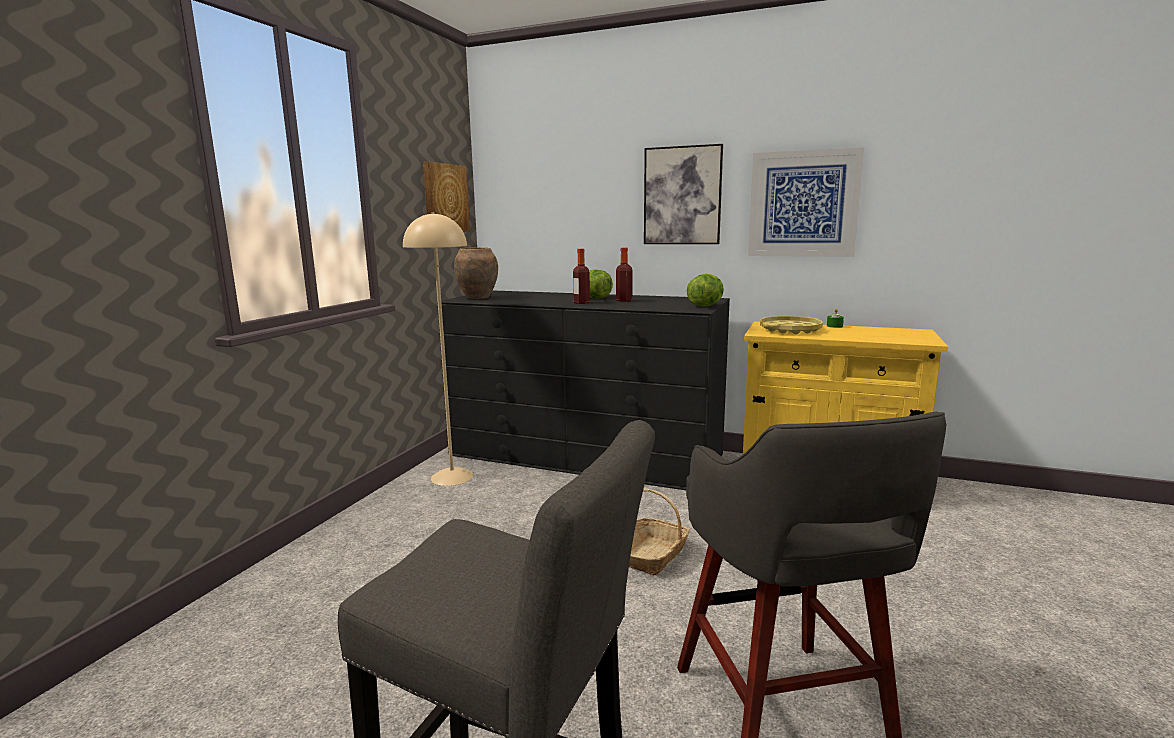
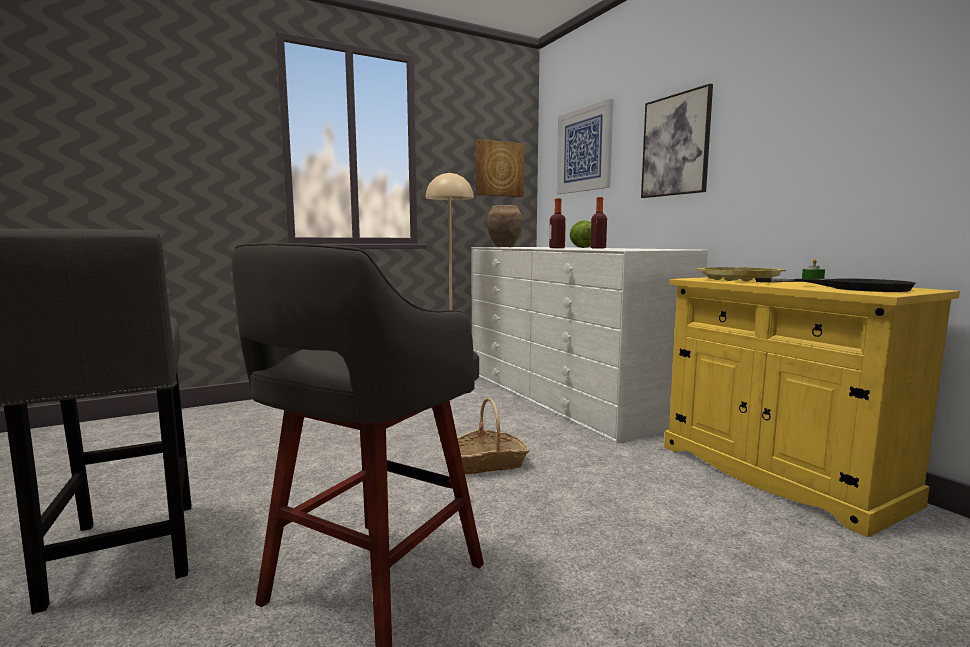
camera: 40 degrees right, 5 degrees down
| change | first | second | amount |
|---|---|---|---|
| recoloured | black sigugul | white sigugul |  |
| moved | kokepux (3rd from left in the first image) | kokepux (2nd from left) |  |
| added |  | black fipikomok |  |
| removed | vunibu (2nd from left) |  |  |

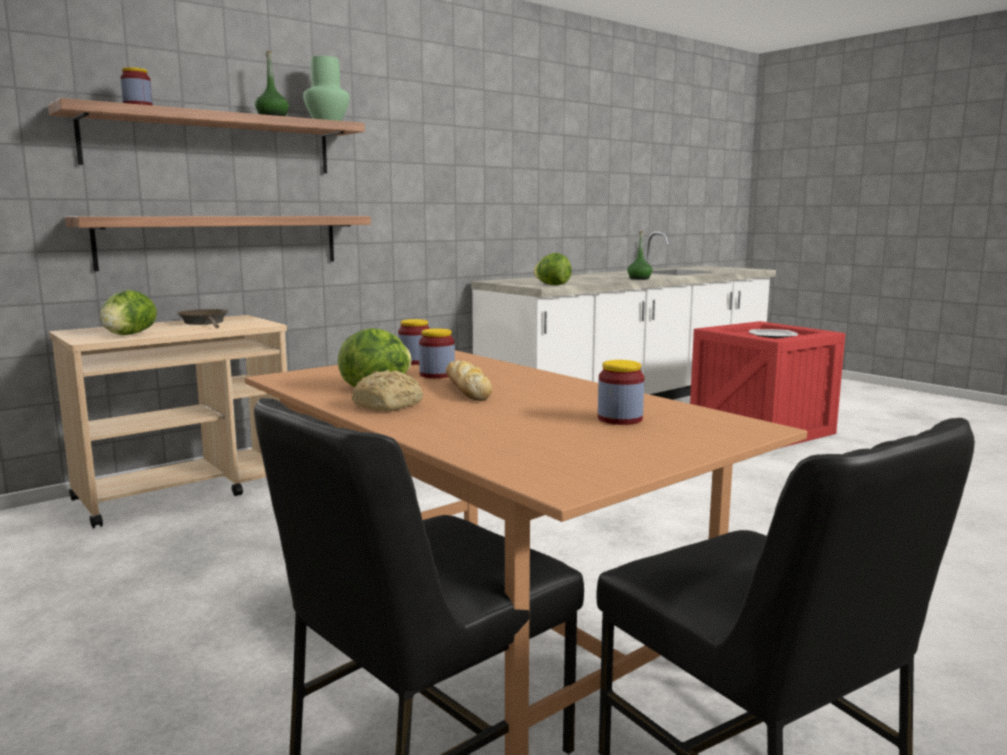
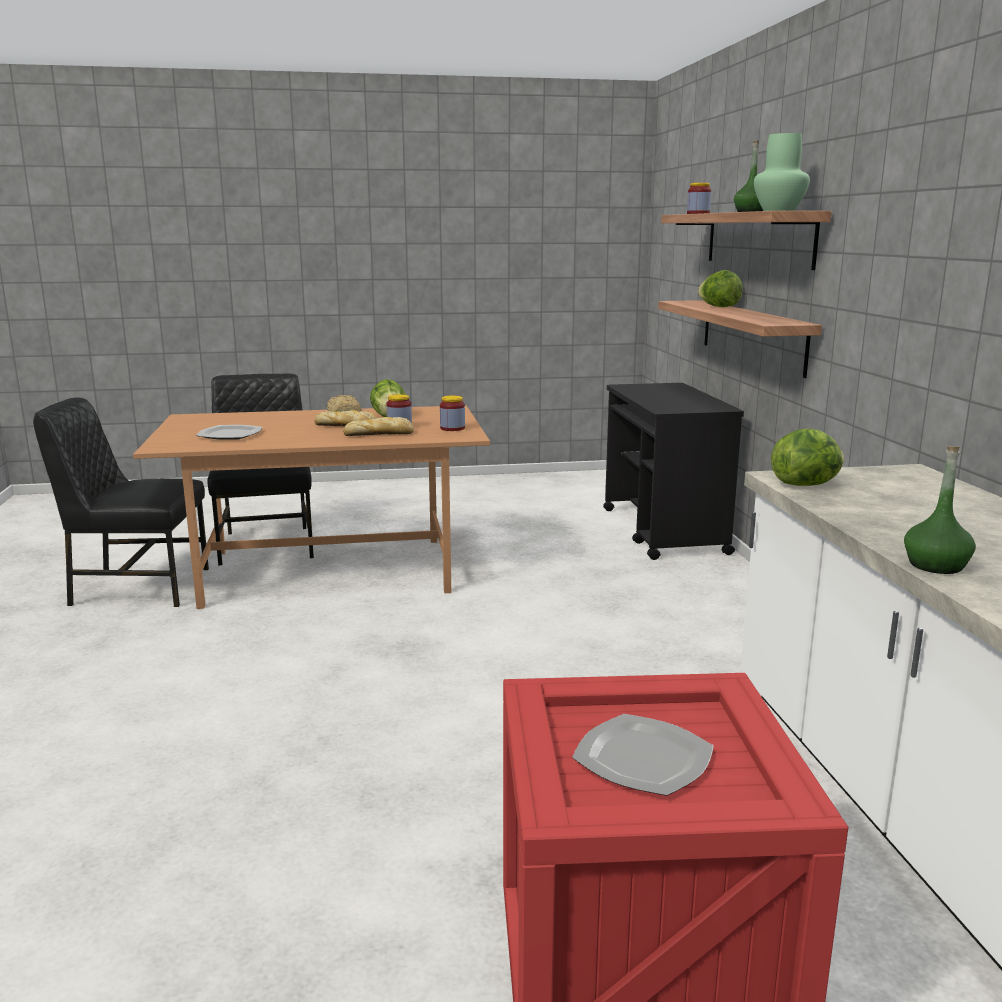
camera: 120 degrees right, 5 degrees up
| change | first | second | amount |
|---|---|---|---|
| replaced | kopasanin (4th from left) | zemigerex (1st from left) |  |
| added |  | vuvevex (3rd from left) |  |
| recoloured | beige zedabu | black zedabu |  |
| moved | vunibu (1st from left in the first image) | vunibu (2nd from left) |  |
| removed | brown fipikomok |  |  |

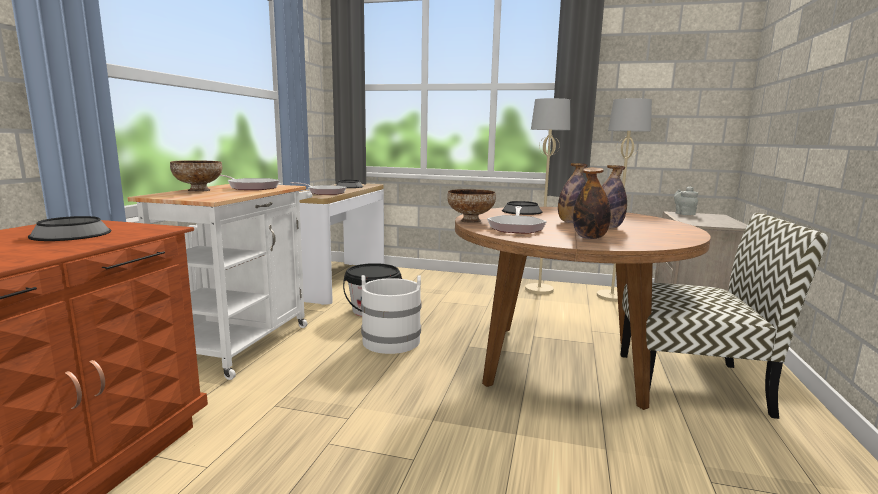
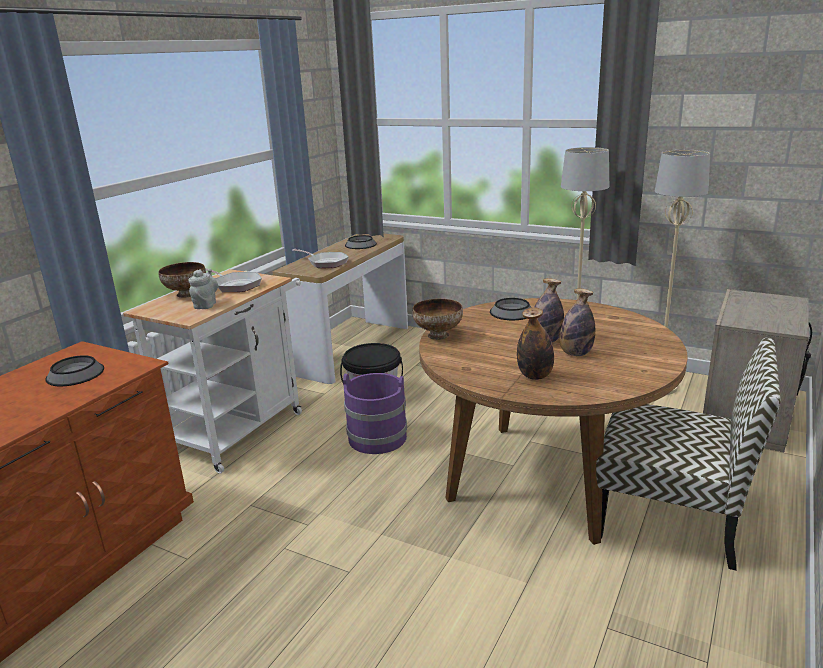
camera: 15 degrees right, 10 degrees up
| change | first | second | amount |
|---|---|---|---|
| moved | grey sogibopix |  |  |
| recoloured | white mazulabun | purple mazulabun |  |
| removed | fipikomok (3rd from left) |  |  |

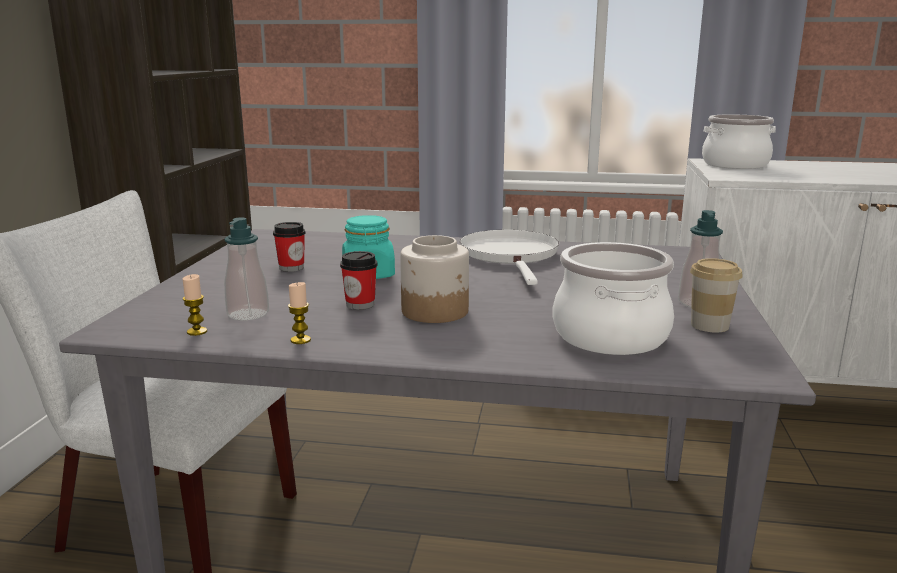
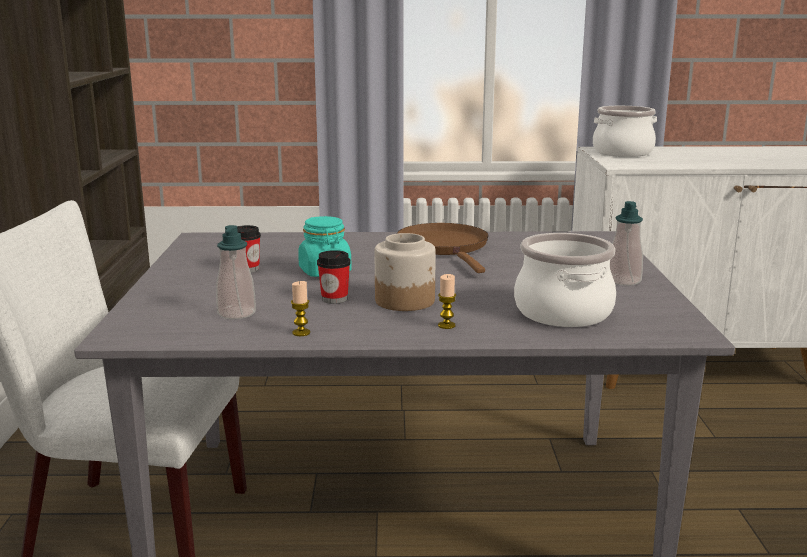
camera: 10 degrees left, 0 degrees up
| change | first | second | amount |
|---|---|---|---|
| recoloured | white fipikomok | brown fipikomok |  |
| moved | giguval (1st from left in the first image) | giguval (2nd from left) |  |
| removed | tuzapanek (3rd from left) |  |  |

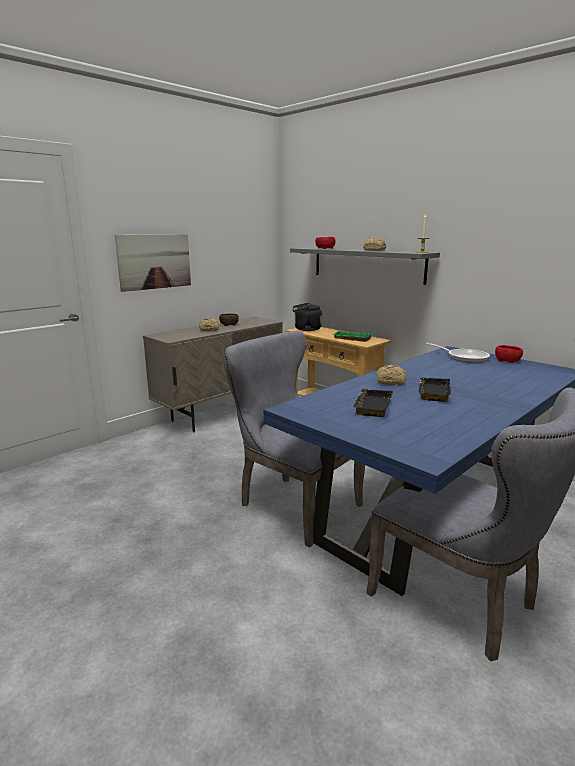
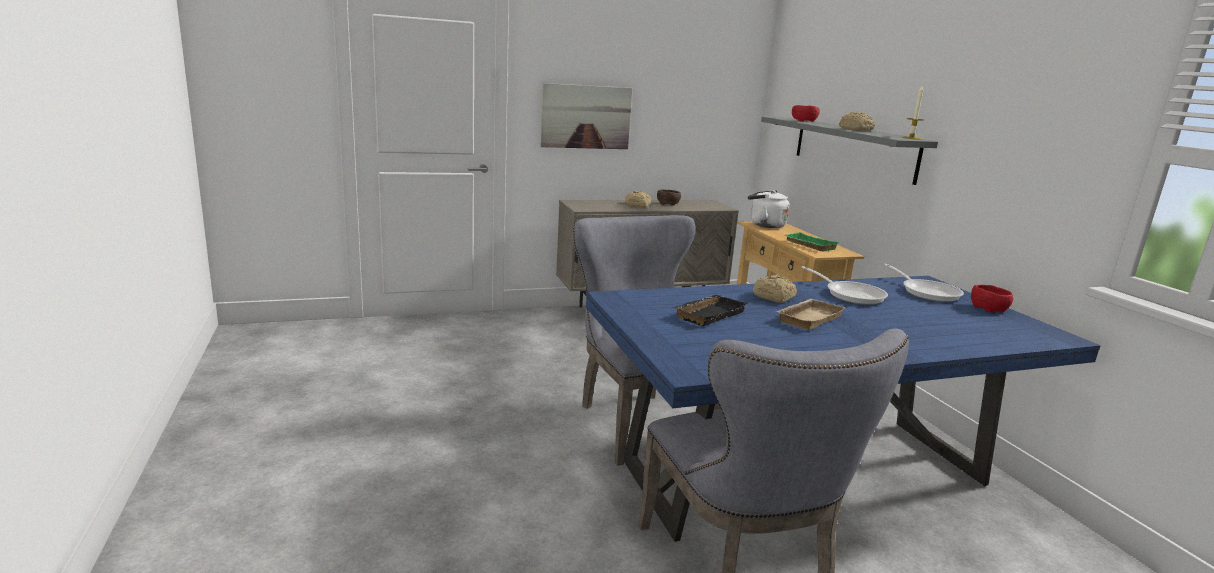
camera: 25 degrees right, 0 degrees up
| change | first | second | amount |
|---|---|---|---|
| recoloured | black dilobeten | white dilobeten |  |
| recoloured | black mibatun (2nd from left) | beige mibatun |  |
| added |  | fipikomok (1st from left) |  |

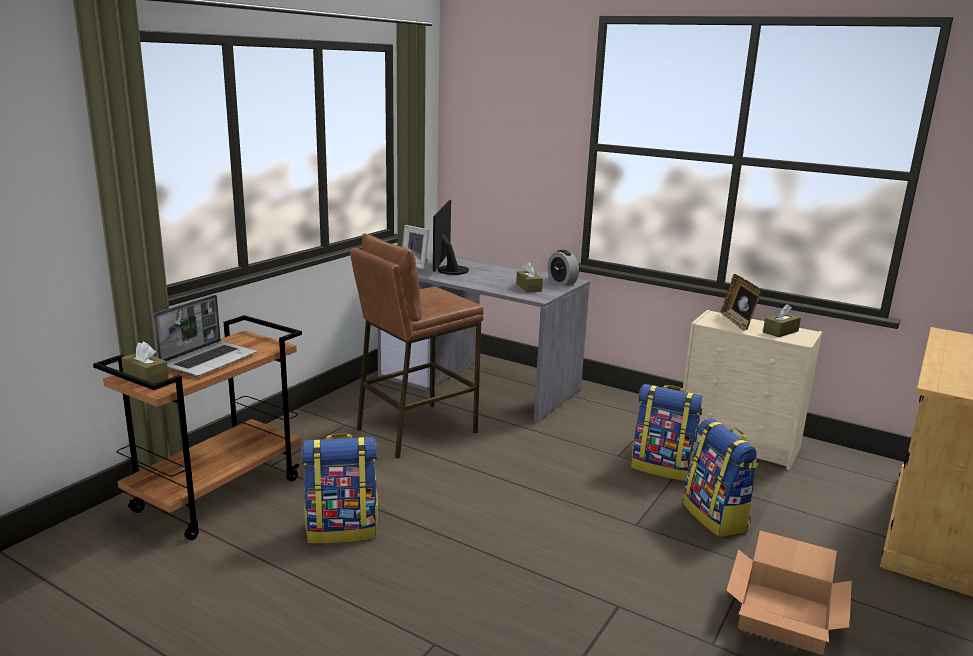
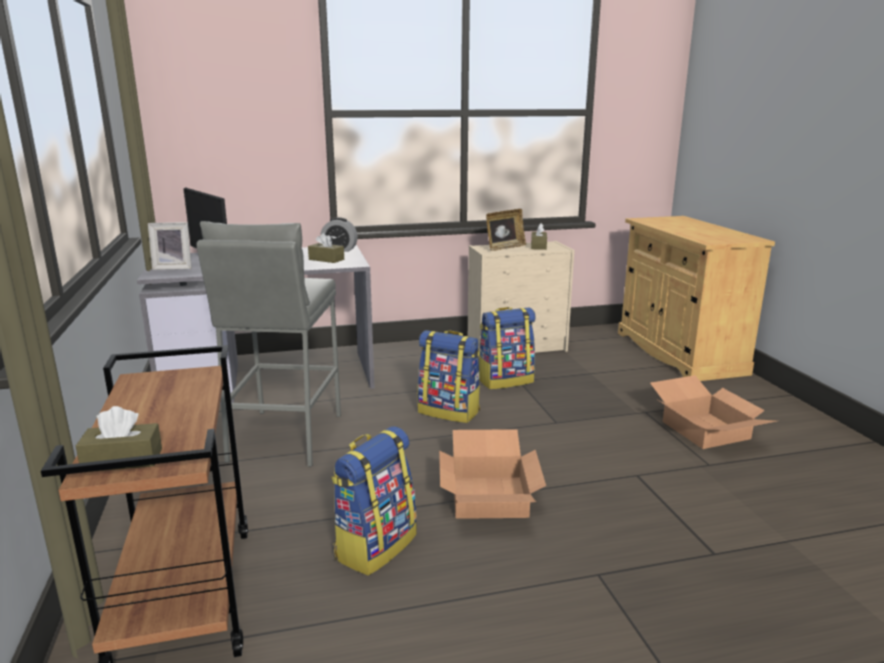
camera: 45 degrees left, 0 degrees up
| change | first | second | amount |
|---|---|---|---|
| recoloured | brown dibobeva | grey dibobeva |  |
| moved | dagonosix (3rd from left in the first image) | dagonosix (2nd from left) |  |
| added |  | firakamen (1st from left) |  |
| turned | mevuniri (2nd from left) |  | 75 degrees counterclockwise |
| removed | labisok |  |  |

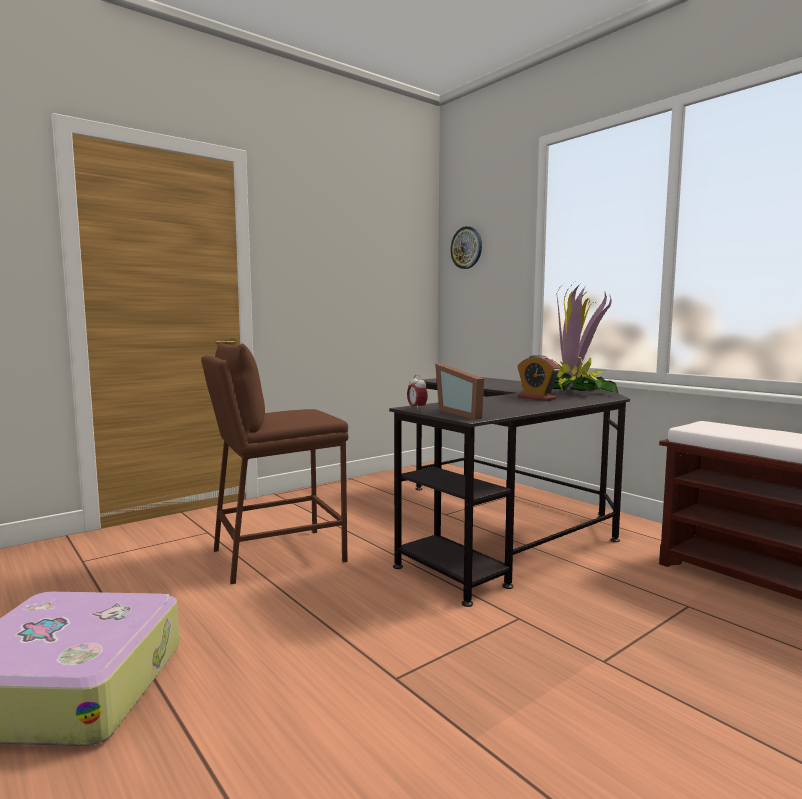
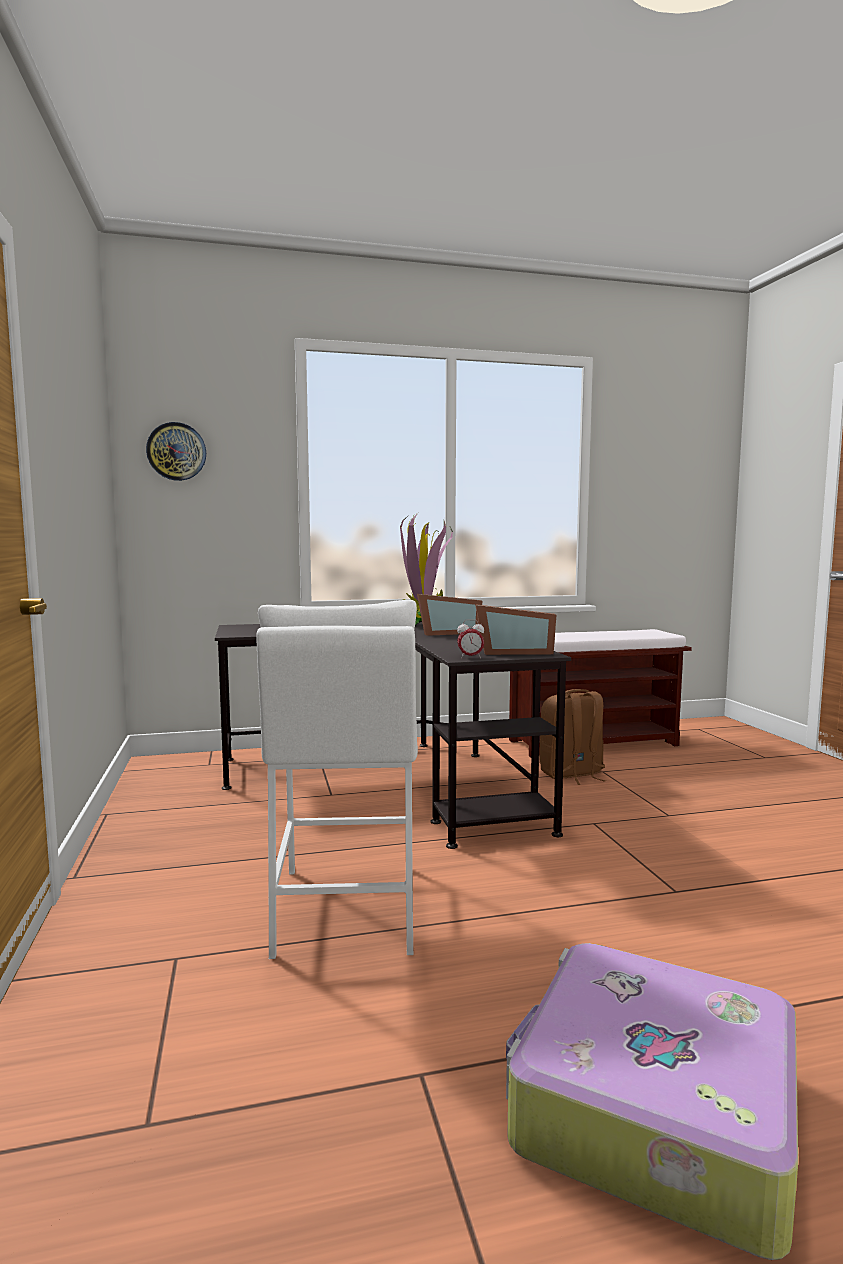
camera: 65 degrees left, 0 degrees up
| change | first | second | amount |
|---|---|---|---|
| recoloured | brown dibobeva | white dibobeva |  |
| replaced | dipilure (2nd from left) | mevuniri (1st from left) |  |
| added |  | brown dagonosix |  |

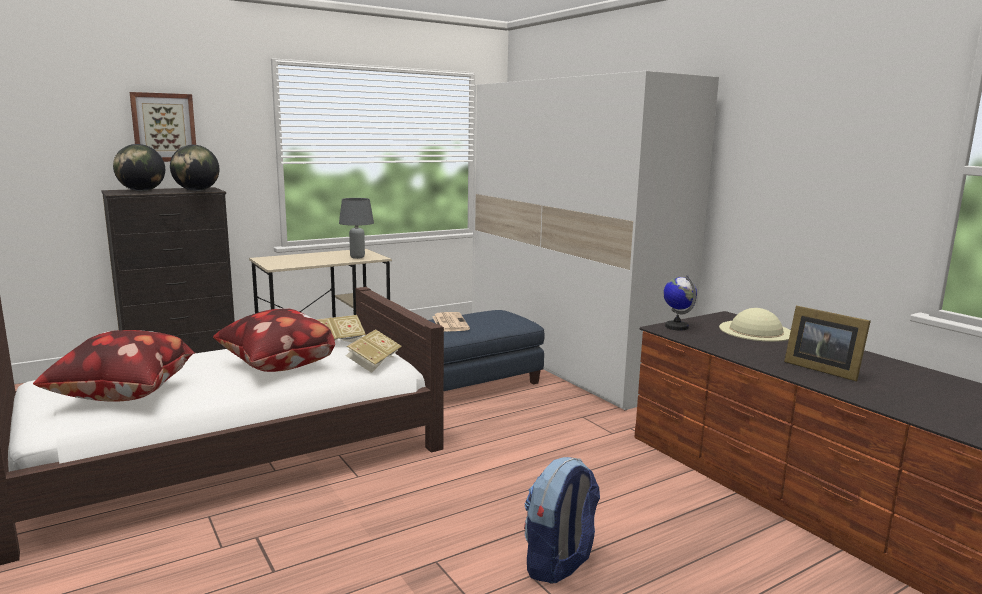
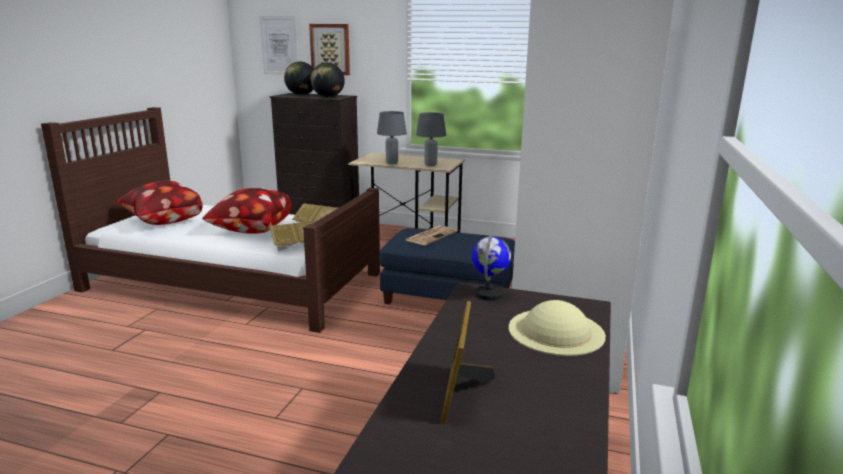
camera: 50 degrees right, 5 degrees up
| change | first | second | amount |
|---|---|---|---|
| added |  | kokepux (1st from left) |  |
| added |  | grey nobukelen (1st from left) |  |
| removed | dagonosix |  |  |

